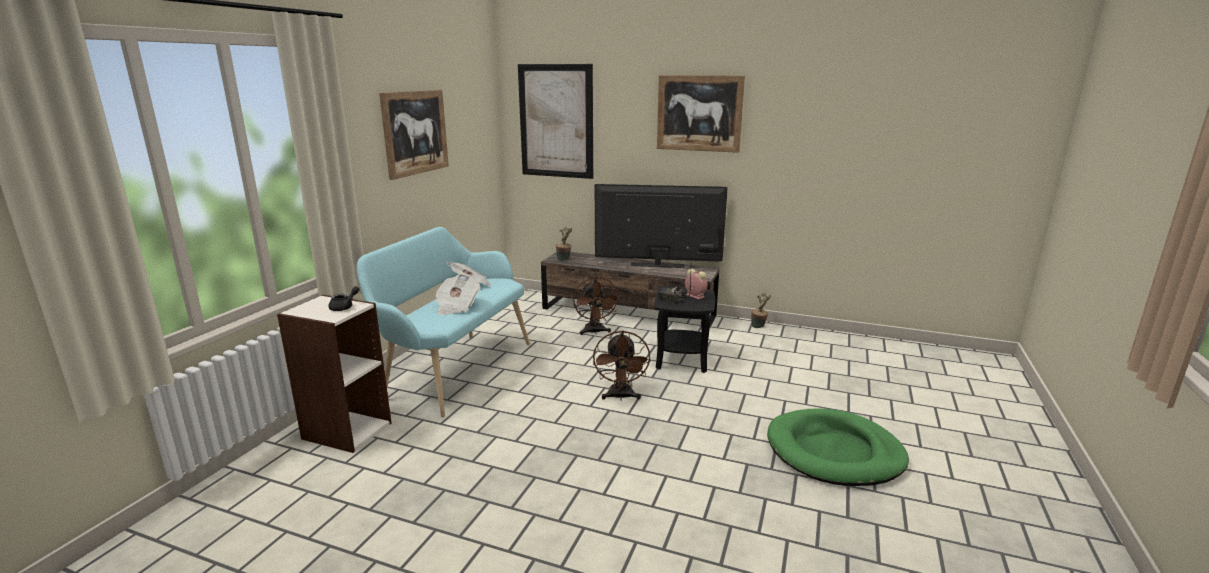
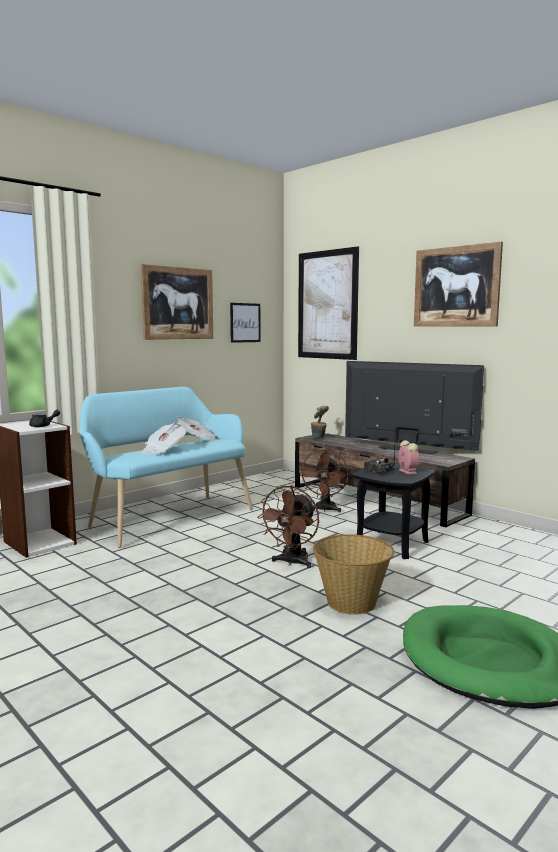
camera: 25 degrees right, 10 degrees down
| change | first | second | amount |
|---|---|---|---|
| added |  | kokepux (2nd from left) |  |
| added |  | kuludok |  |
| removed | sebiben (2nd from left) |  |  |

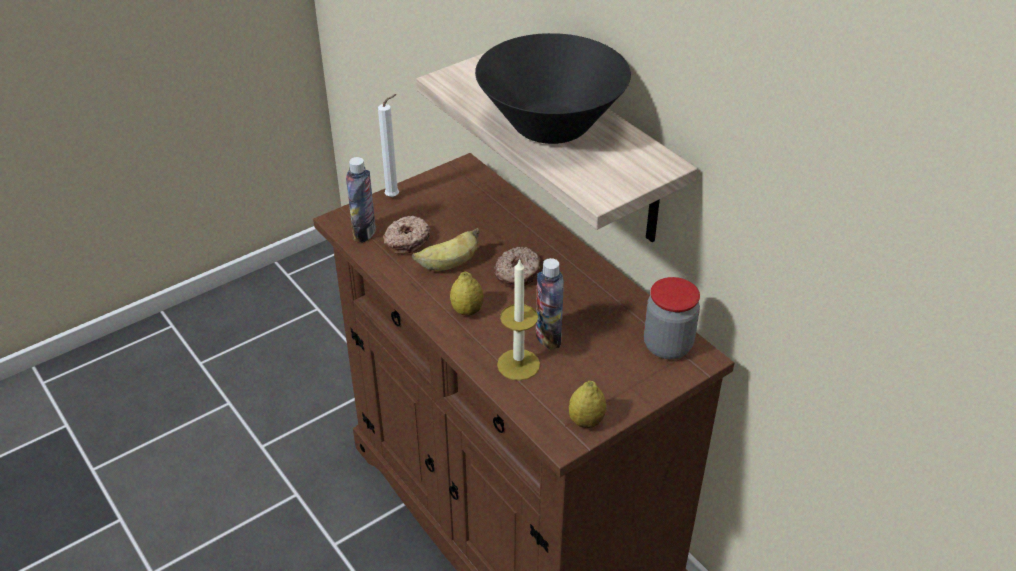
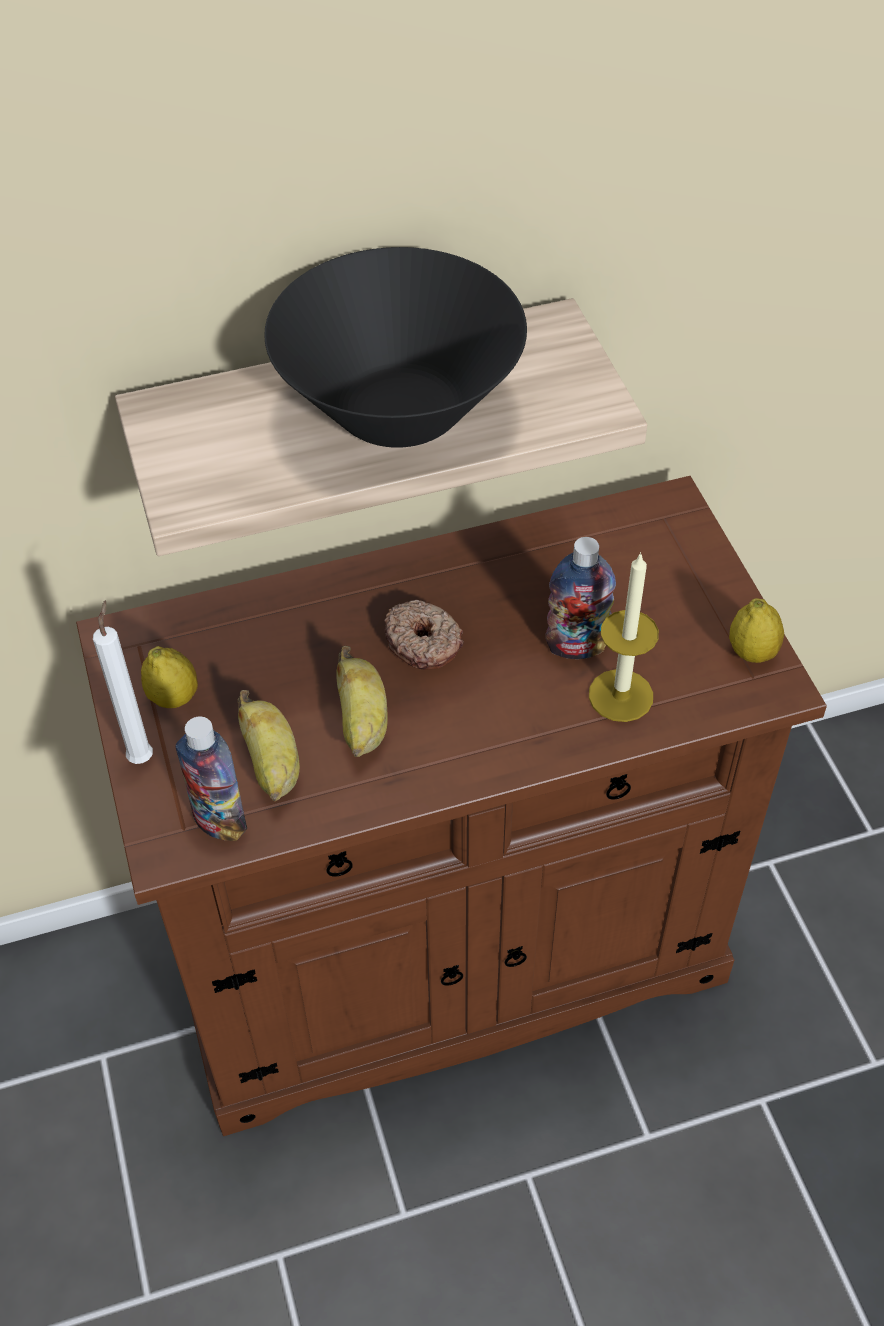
camera: 70 degrees left, 10 degrees up
| change | first | second | amount |
|---|---|---|---|
| moved | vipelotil (1st from left) |  |  |
| replaced | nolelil (1st from left) | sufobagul (1st from left) |  |
| removed | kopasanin |  |  |

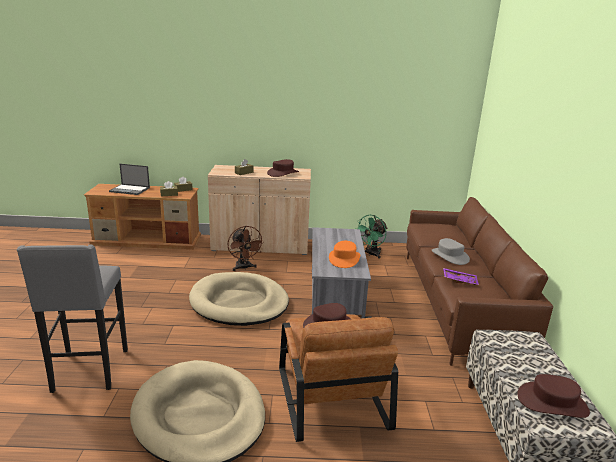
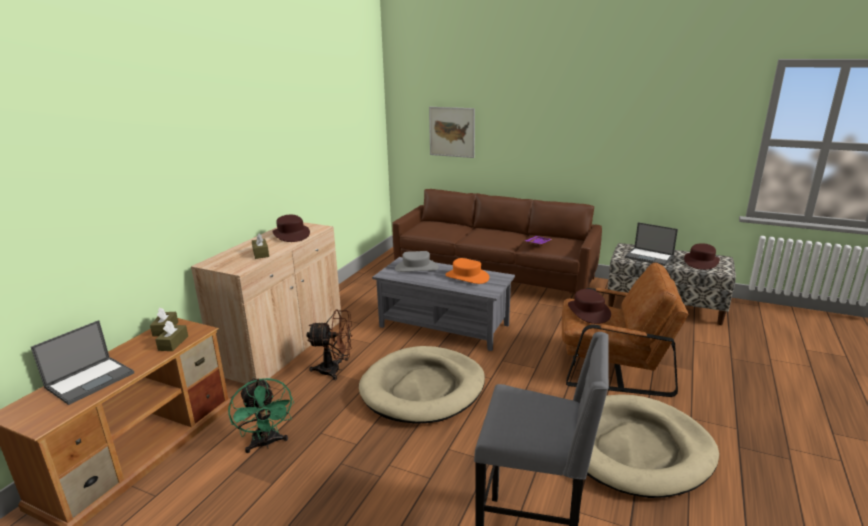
camera: 65 degrees left, 0 degrees up
| change | first | second | amount |
|---|---|---|---|
| moved | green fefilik |  |  |
| moved | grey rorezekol |  |  |
| added |  | kokepux |  |
| added |  | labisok (2nd from left) |  |

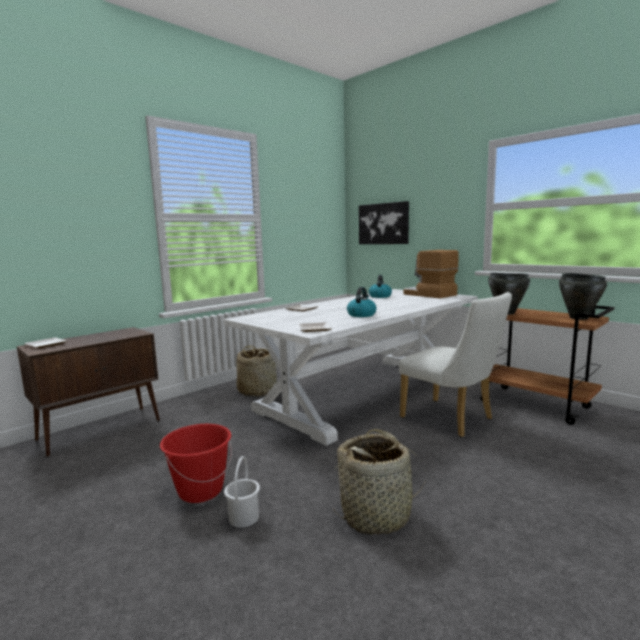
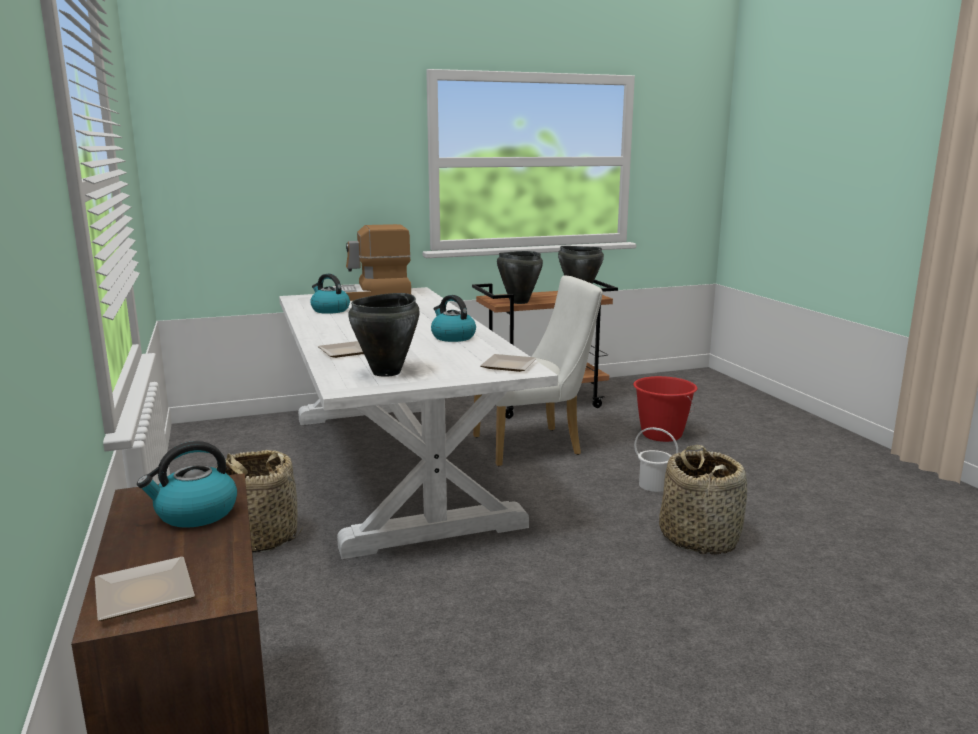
camera: 65 degrees left, 5 degrees up
| change | first | second | amount |
|---|---|---|---|
| added |  | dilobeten (1st from left) |  |
| added |  | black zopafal (1st from left) |  |
| moved | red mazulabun |  |  |
| moved | white mazulabun |  |  |
| removed | kokepux |  |  |

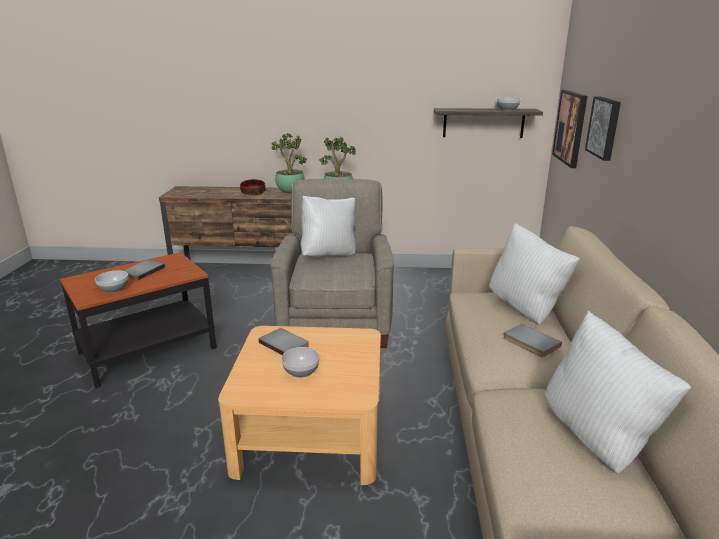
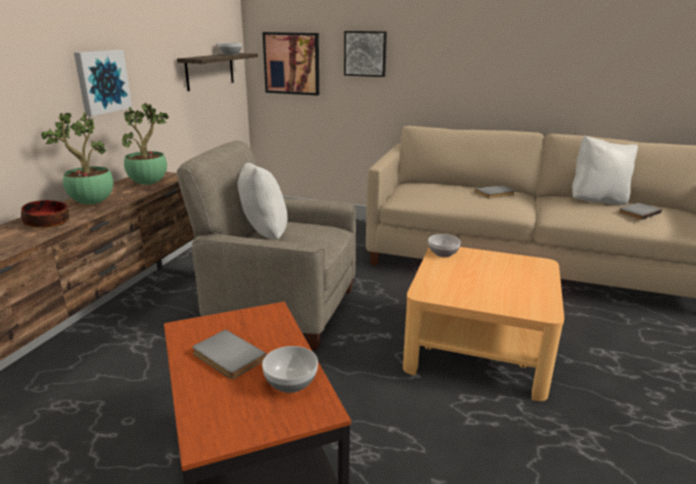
camera: 75 degrees left, 0 degrees up
| change | first | second | amount |
|---|---|---|---|
| added |  | kokepux (1st from left) |  |
| moved | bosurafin (3rd from left in the first image) | bosurafin (4th from left) |  |
| moved | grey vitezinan (2nd from left in the first image) | grey vitezinan (3rd from left) |  |
| removed | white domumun (2nd from left) |  |  |

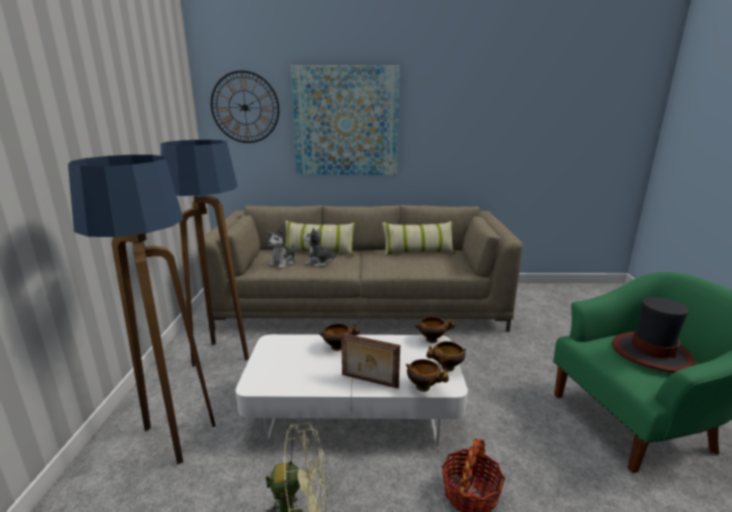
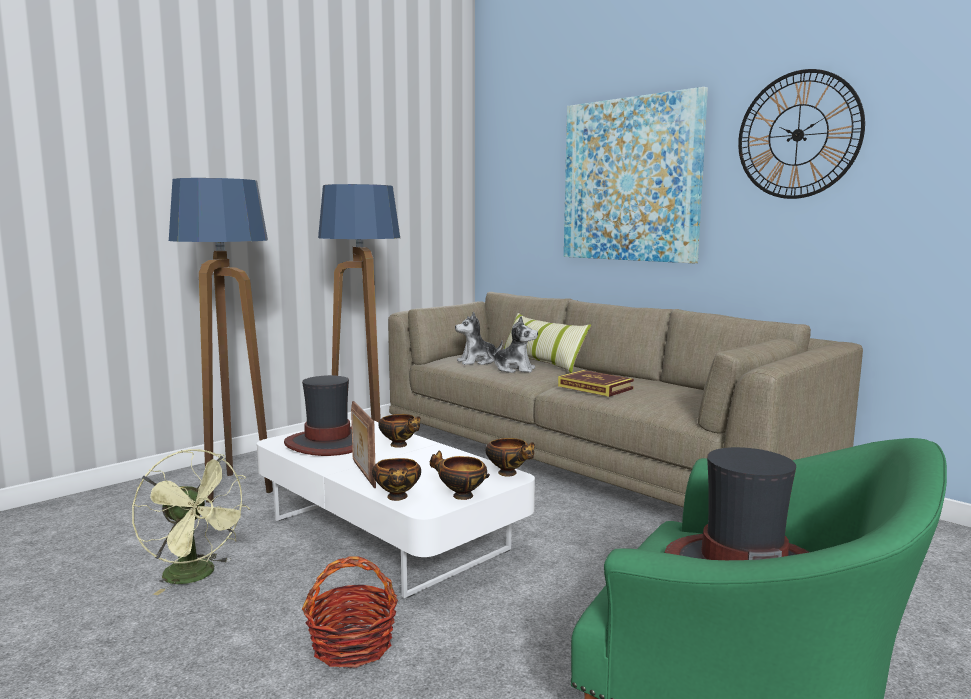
camera: 45 degrees right, 10 degrees down
| change | first | second | amount |
|---|---|---|---|
| added |  | rorezekol (1st from left) |  |
| turned | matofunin (2nd from left) |  | 135 degrees clockwise |
| added |  | vitezinan |  |
| moved | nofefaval |  |  |
| removed | domumun (2nd from left) |  |  |

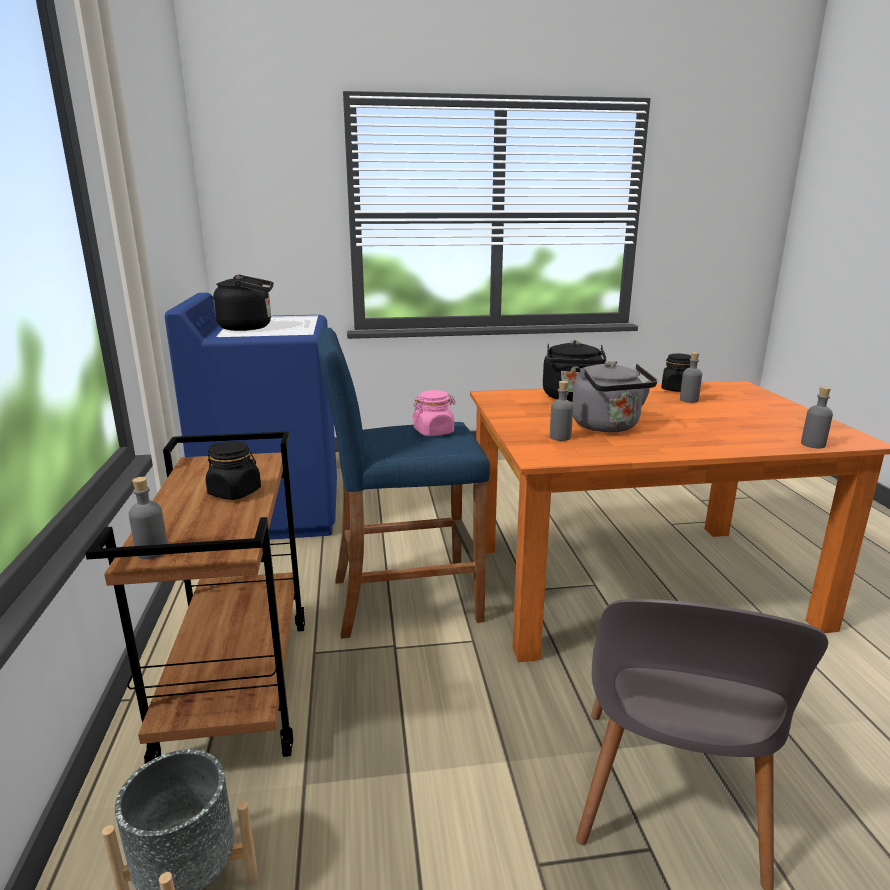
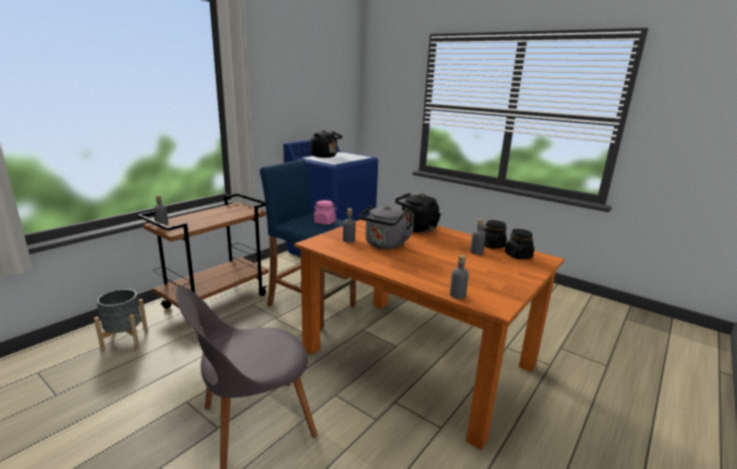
camera: 45 degrees right, 0 degrees up
| change | first | second | amount |
|---|---|---|---|
| moved | black kopasanin (1st from left in the first image) | black kopasanin (2nd from left) |  |

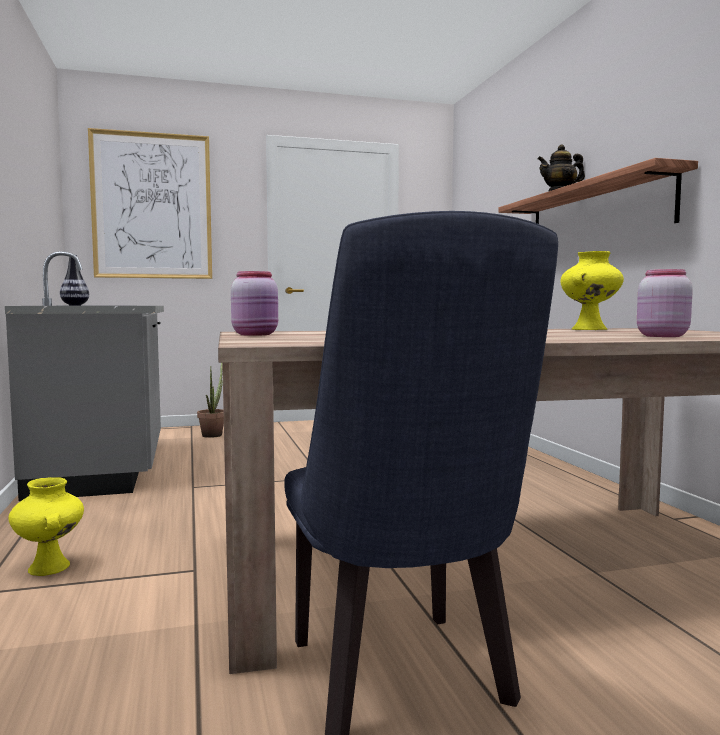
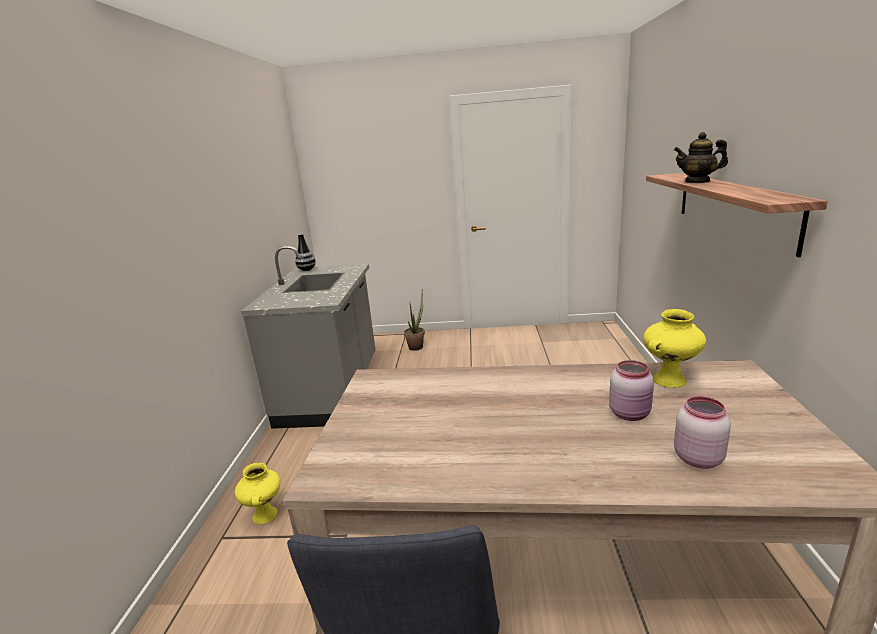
camera: 20 degrees right, 15 degrees up
| change | first | second | amount |
|---|---|---|---|
| moved | pink kopasanin (1st from left) |  |  |
| removed | kokepux |  |  |

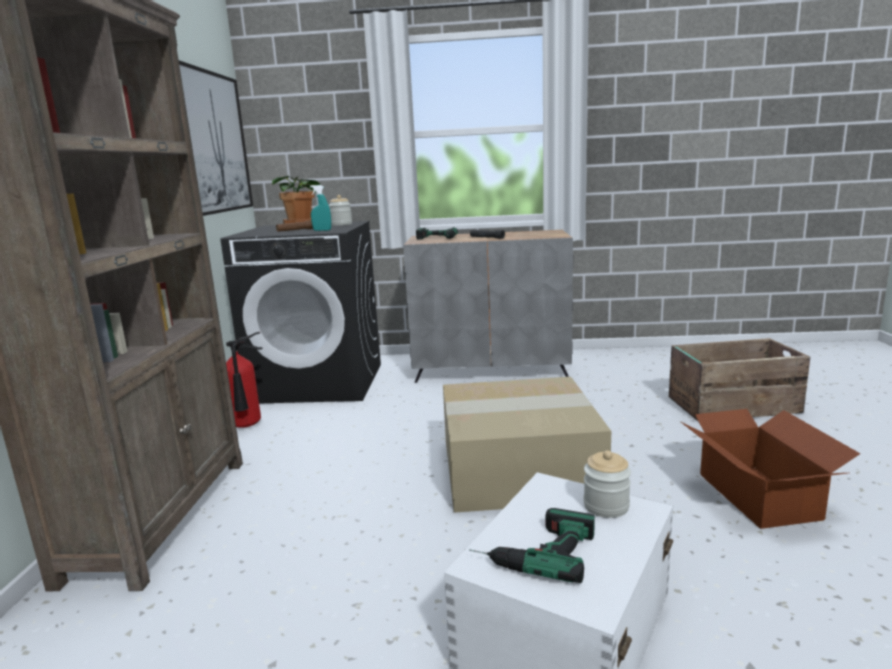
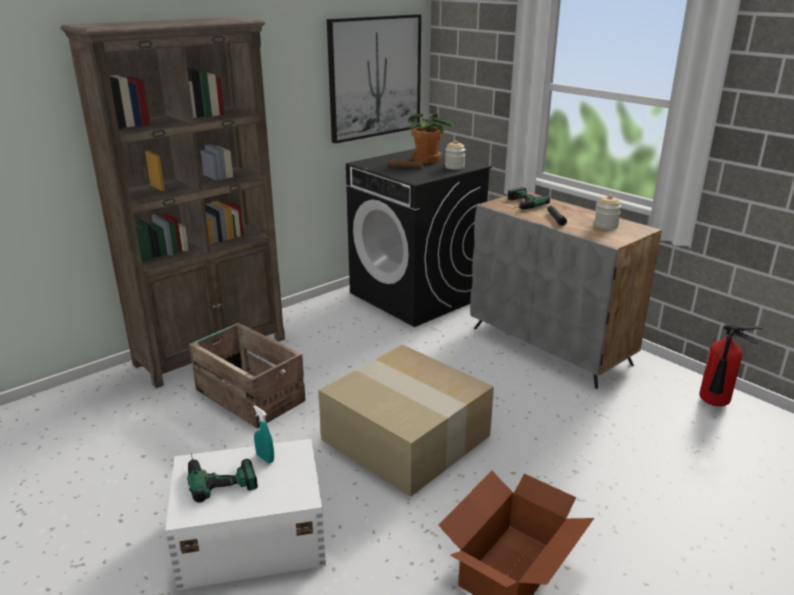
camera: 45 degrees right, 10 degrees up
| change | first | second | amount |
|---|---|---|---|
| moved | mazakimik |  |  |
| moved | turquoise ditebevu |  |  |
| moved | kopasanin (2nd from left) |  |  |
| moved | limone |  |  |

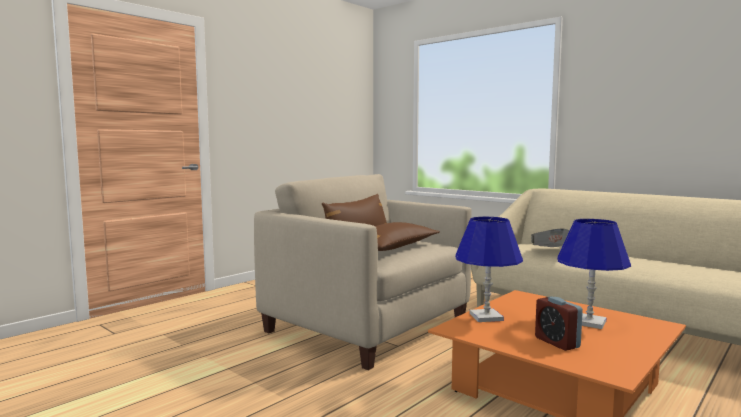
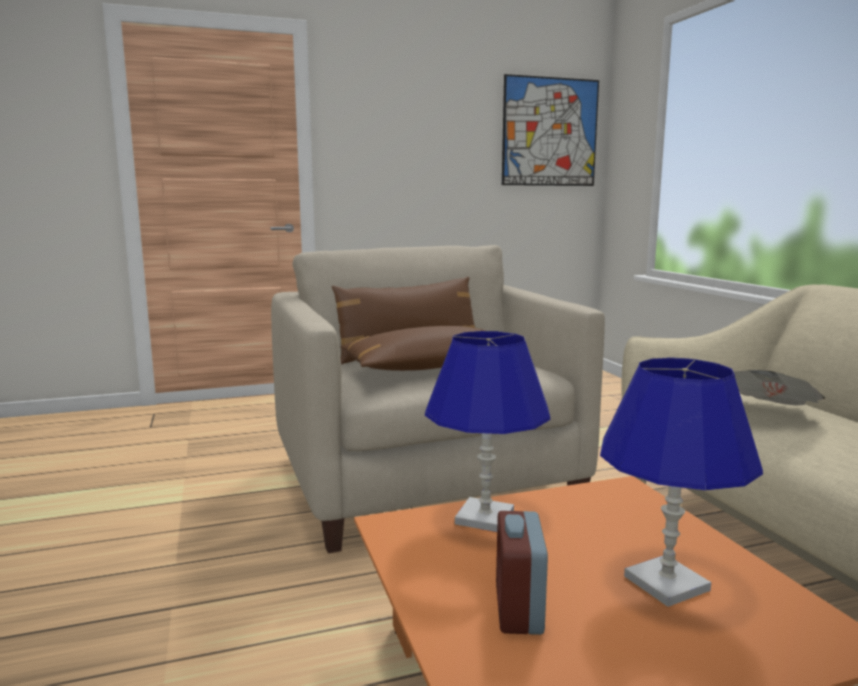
camera: 30 degrees right, 5 degrees up
| change | first | second | amount |
|---|---|---|---|
| added |  | kokepux |  |

